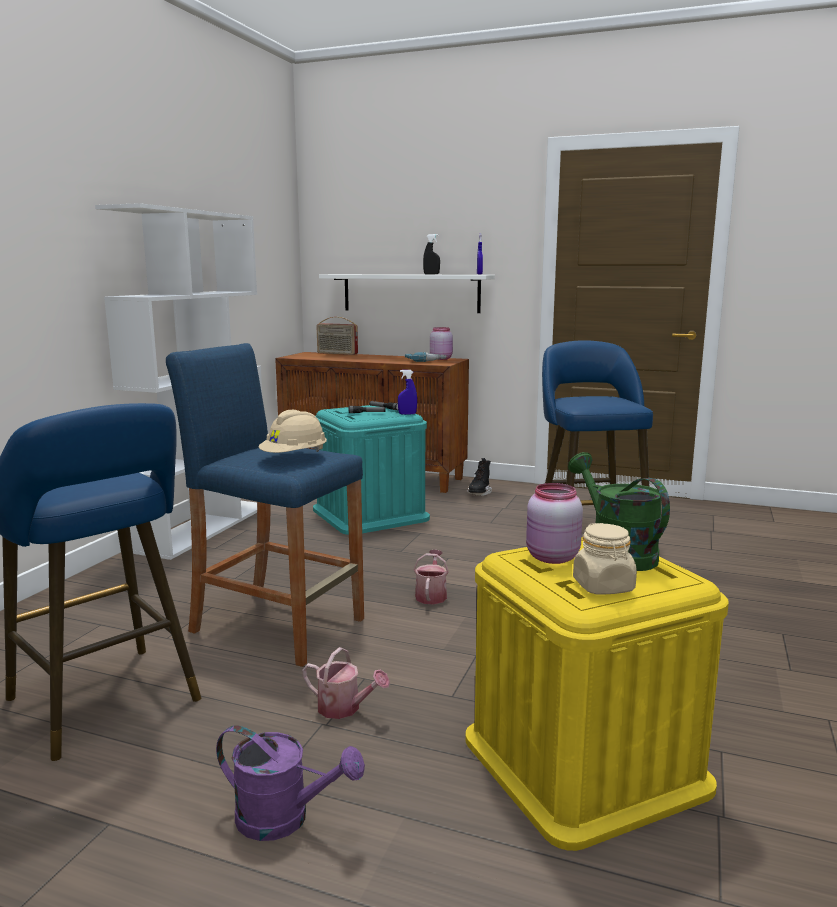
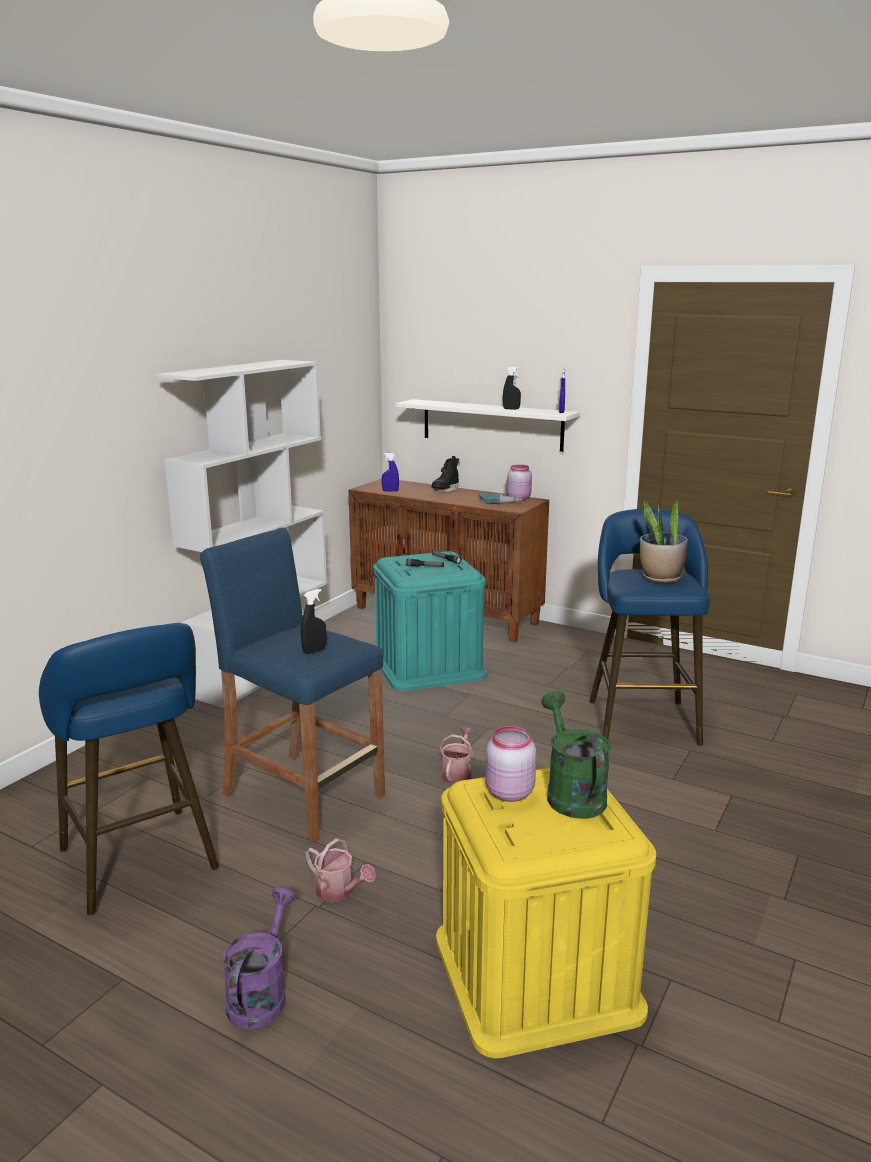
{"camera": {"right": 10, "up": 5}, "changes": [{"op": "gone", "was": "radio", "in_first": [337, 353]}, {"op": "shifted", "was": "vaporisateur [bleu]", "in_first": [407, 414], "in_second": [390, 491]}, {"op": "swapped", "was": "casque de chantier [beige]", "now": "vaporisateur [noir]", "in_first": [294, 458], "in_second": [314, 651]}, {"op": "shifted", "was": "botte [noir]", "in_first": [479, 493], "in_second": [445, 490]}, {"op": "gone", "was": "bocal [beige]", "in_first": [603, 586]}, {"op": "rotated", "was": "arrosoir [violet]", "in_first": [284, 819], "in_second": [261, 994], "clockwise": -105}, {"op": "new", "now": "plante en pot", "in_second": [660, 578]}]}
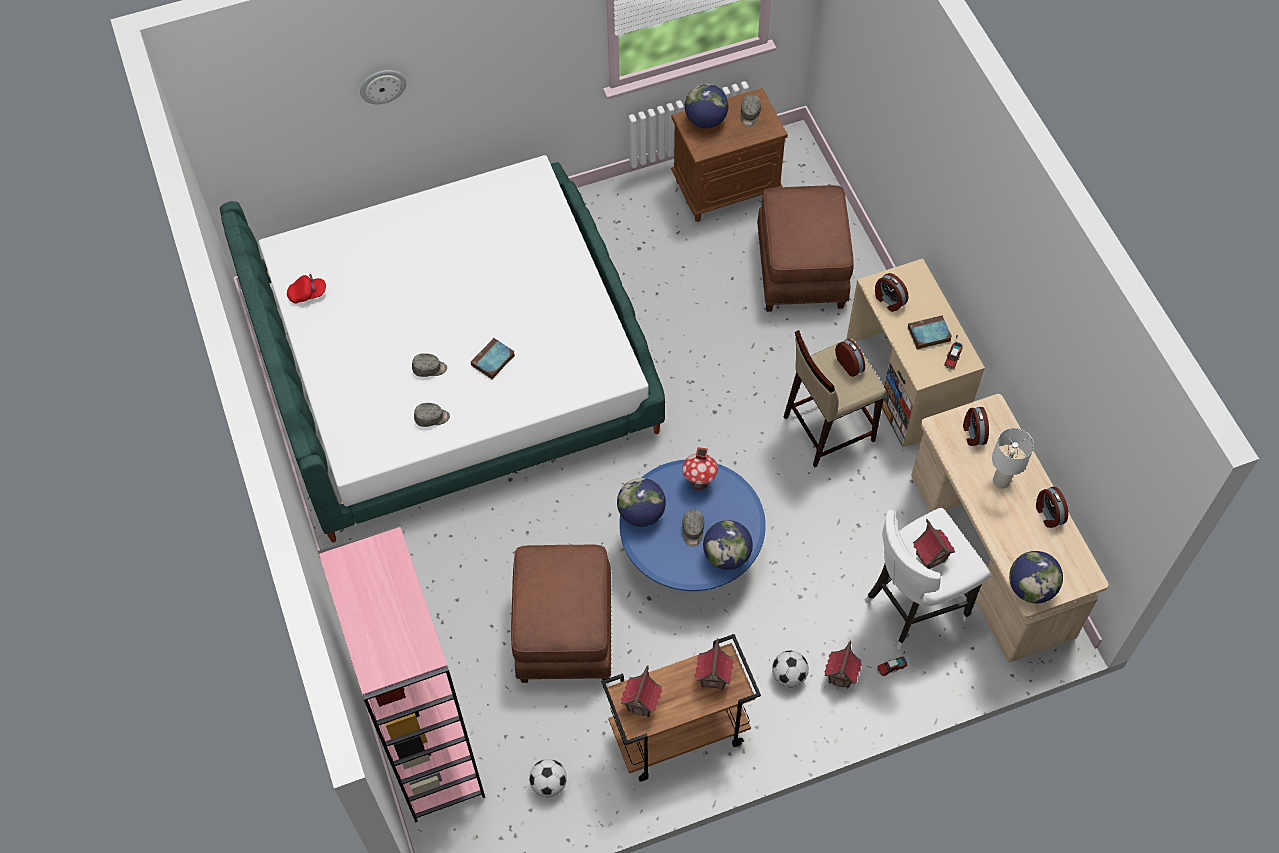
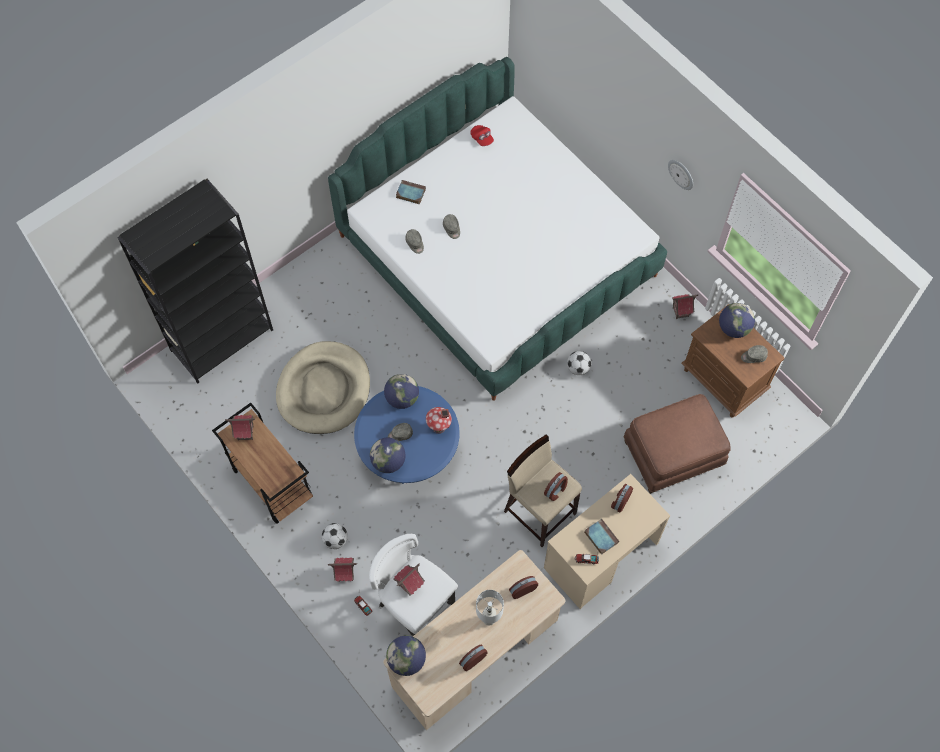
{"camera": {"right": 70, "up": 5}, "changes": [{"op": "shifted", "was": "horloge murale", "in_first": [382, 86], "in_second": [681, 174]}, {"op": "shifted", "was": "livre", "in_first": [492, 361], "in_second": [410, 193]}, {"op": "repainted", "was": "bibliothèque [rose]", "now": "bibliothèque [noir]", "in_first": [428, 744], "in_second": [222, 339]}, {"op": "swapped", "was": "pouf [marron]", "now": "panier pour chien [beige]", "in_first": [563, 629], "in_second": [324, 390]}, {"op": "shifted", "was": "maison miniature", "in_first": [713, 678], "in_second": [680, 312]}, {"op": "shifted", "was": "ballon de foot", "in_first": [549, 784], "in_second": [578, 368]}]}
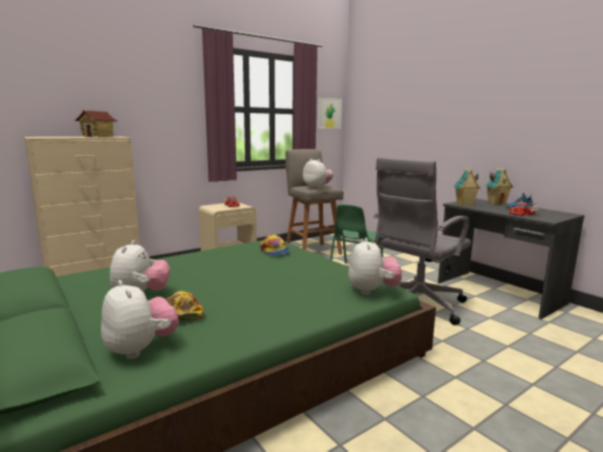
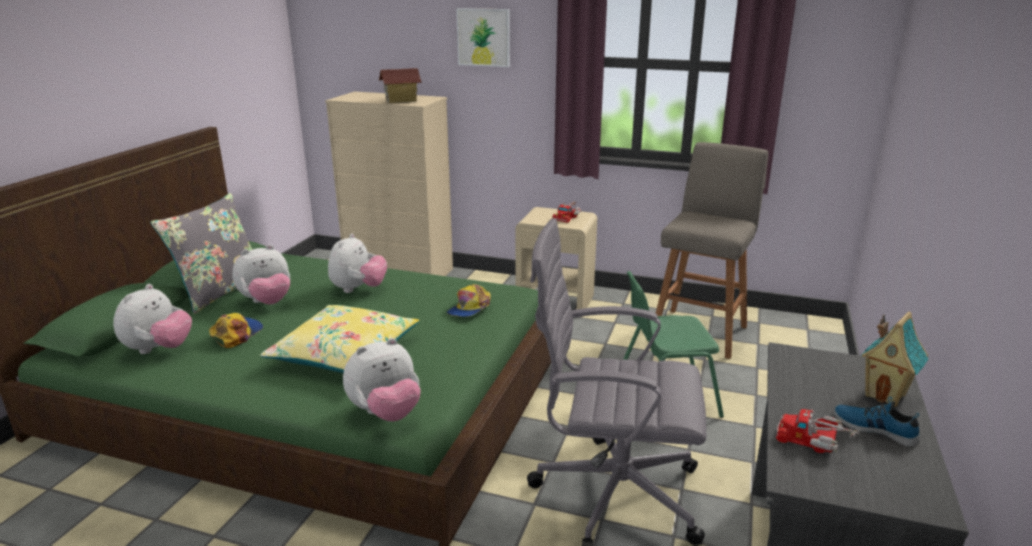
{"camera": {"right": 55, "up": 10}, "changes": [{"op": "shifted", "was": "tableau", "in_first": [329, 113], "in_second": [483, 37]}, {"op": "shifted", "was": "peluche", "in_first": [317, 187], "in_second": [358, 289]}, {"op": "gone", "was": "maison miniature", "in_first": [464, 205]}, {"op": "new", "now": "coussin [gris]", "in_second": [220, 291]}, {"op": "new", "now": "coussin [jaune]", "in_second": [344, 353]}]}
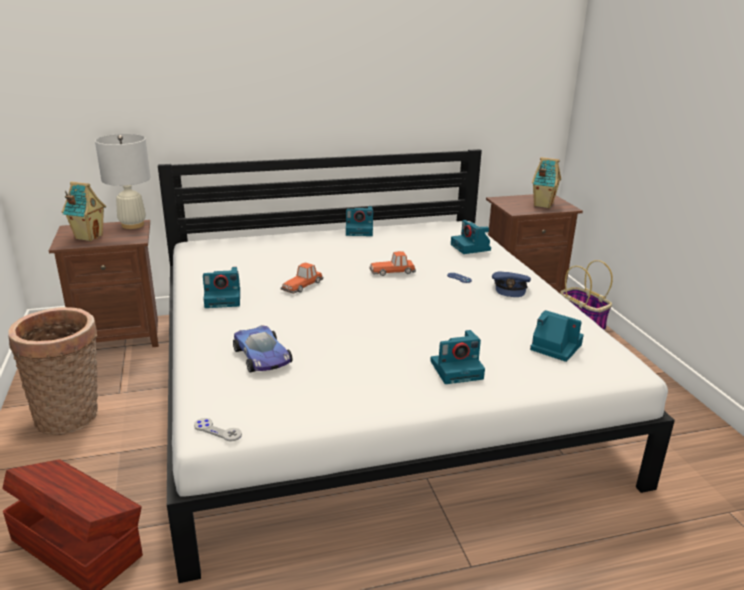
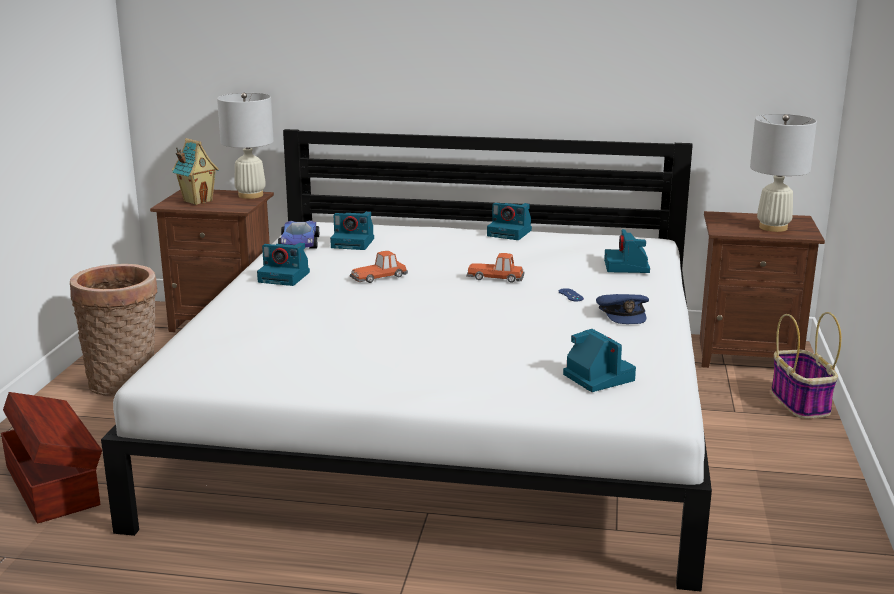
{"camera": {"right": 25, "up": -5}, "changes": [{"op": "swapped", "was": "maison miniature", "now": "lampe de table [blanc]", "in_first": [542, 205], "in_second": [773, 227]}, {"op": "rotated", "was": "casquette [bleu]", "in_first": [510, 288], "in_second": [623, 314], "clockwise": -45}, {"op": "shifted", "was": "petite voiture", "in_first": [262, 356], "in_second": [299, 243]}, {"op": "shifted", "was": "appareil photo", "in_first": [457, 369], "in_second": [354, 243]}, {"op": "gone", "was": "manette [gris]", "in_first": [217, 431]}]}
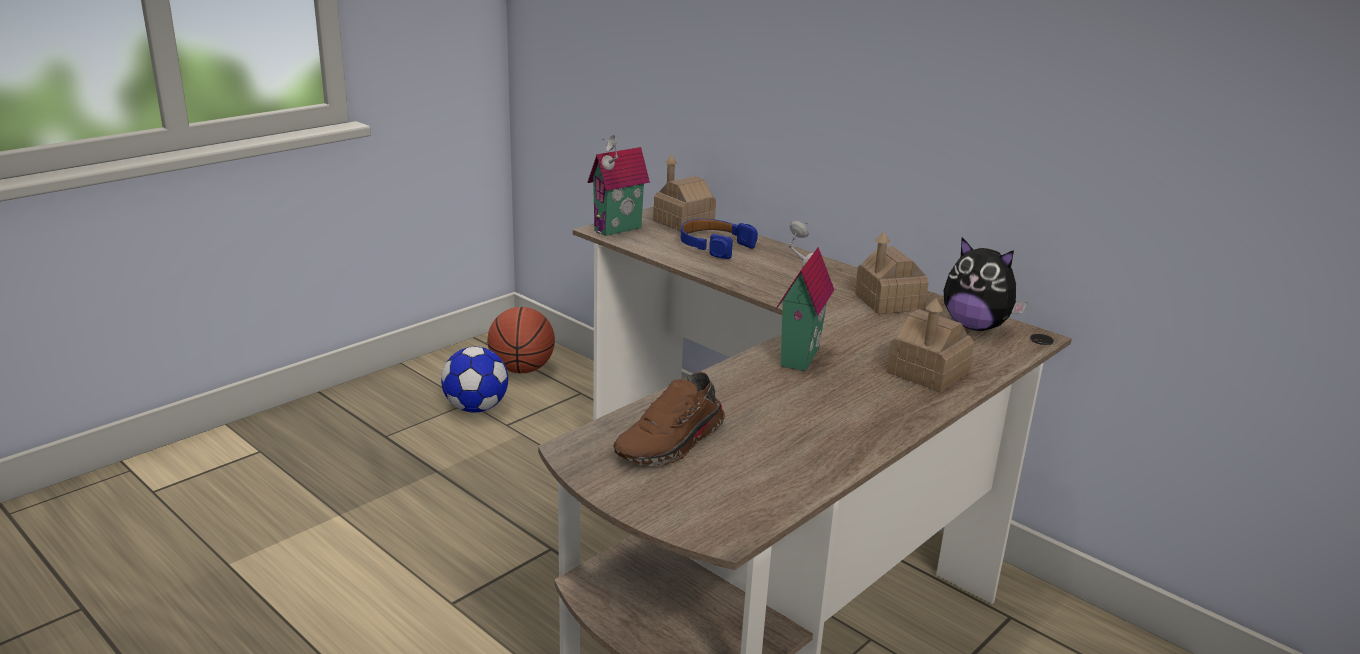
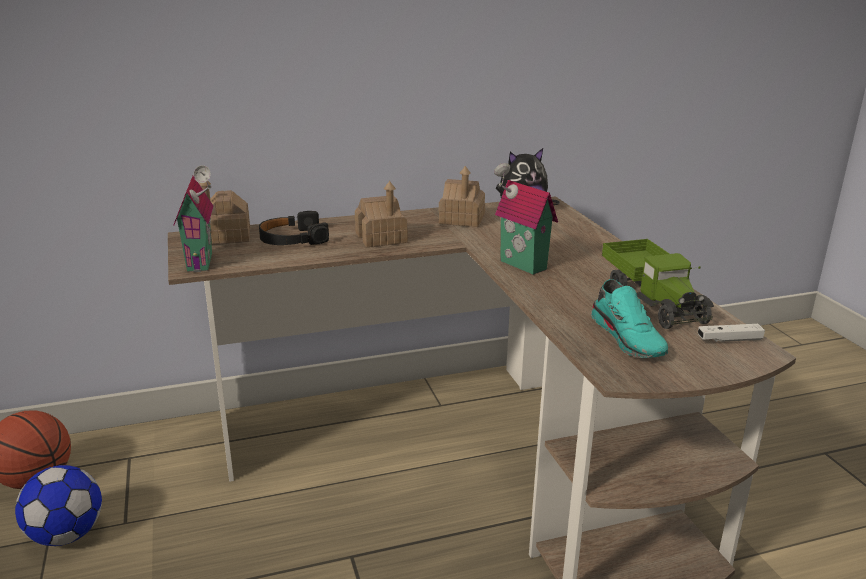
{"camera": {"right": -60, "up": 0}, "changes": [{"op": "repainted", "was": "casque audio [bleu]", "now": "casque audio [noir]", "in_first": [714, 246], "in_second": [292, 239]}, {"op": "shifted", "was": "maison miniature", "in_first": [928, 373], "in_second": [381, 238]}, {"op": "repainted", "was": "chaussure [marron]", "now": "chaussure [turquoise]", "in_first": [672, 443], "in_second": [629, 338]}, {"op": "new", "now": "camion jouet", "in_second": [653, 300]}, {"op": "new", "now": "manette [blanc]", "in_second": [729, 339]}]}
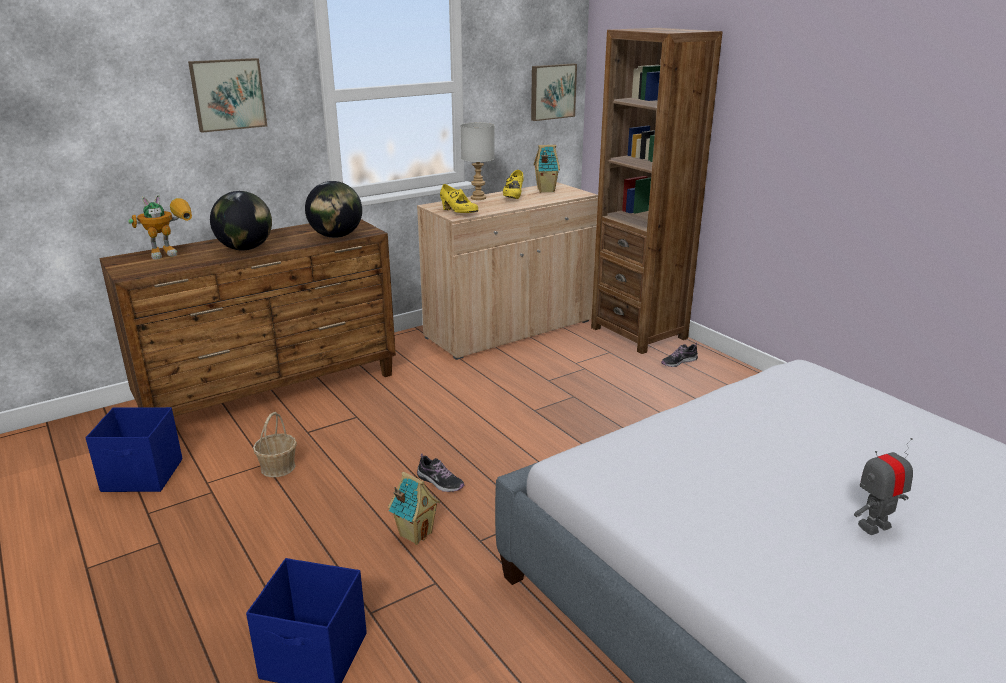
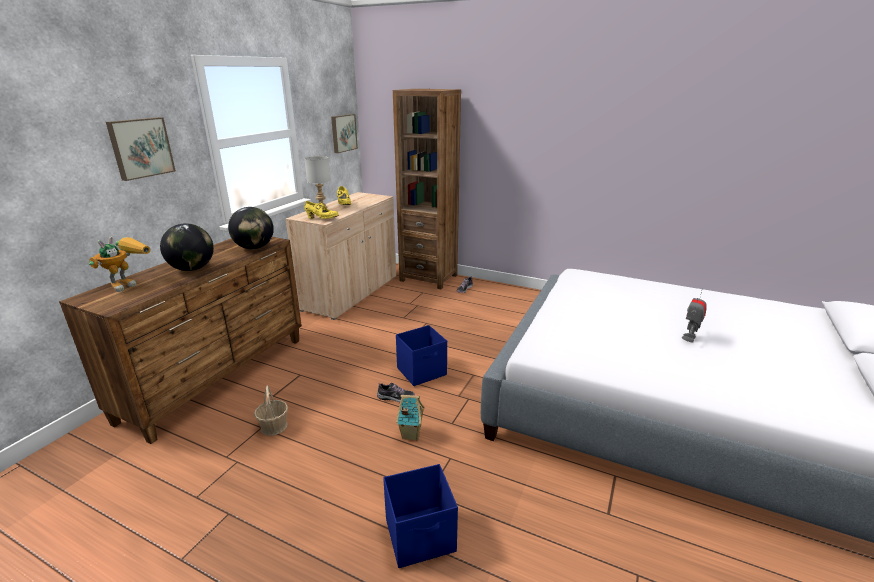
{"camera": {"right": -30, "up": 0}, "changes": [{"op": "gone", "was": "maison miniature", "in_first": [545, 190]}, {"op": "shifted", "was": "boîte de rangement [bleu]", "in_first": [143, 476], "in_second": [422, 371]}]}
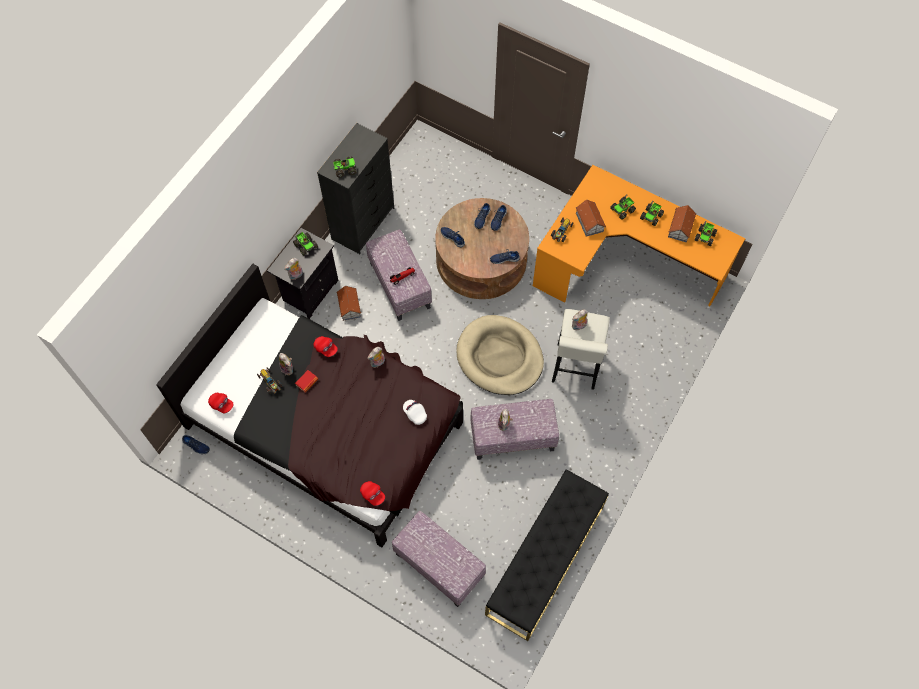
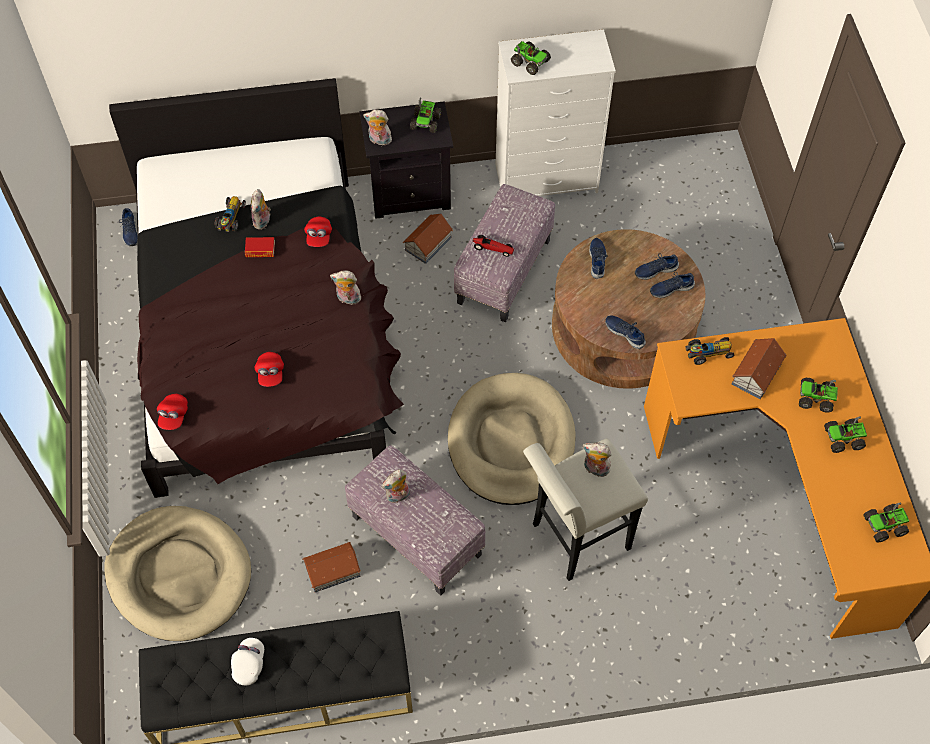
{"camera": {"right": 50, "up": -5}, "changes": [{"op": "repainted", "was": "commode [noir]", "now": "commode [blanc]", "in_first": [363, 223], "in_second": [547, 178]}, {"op": "shifted", "was": "maison miniature", "in_first": [681, 227], "in_second": [333, 570]}, {"op": "shifted", "was": "casquette [rouge]", "in_first": [221, 405], "in_second": [270, 373]}, {"op": "shifted", "was": "casquette [blanc]", "in_first": [415, 414], "in_second": [249, 664]}, {"op": "swapped", "was": "pouf", "now": "panier pour chien [beige]", "in_first": [438, 565], "in_second": [179, 575]}]}
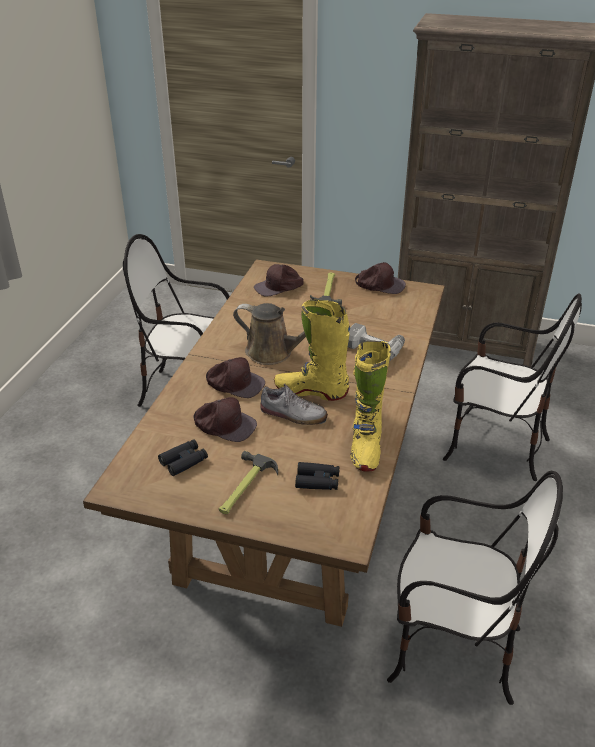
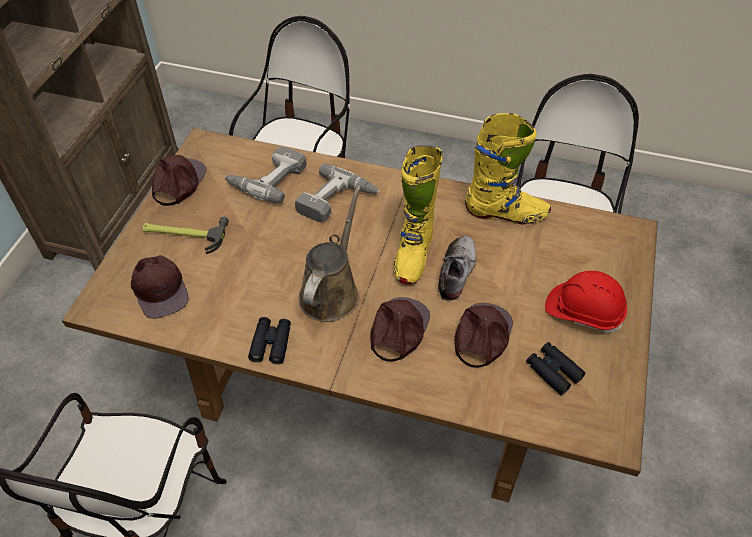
{"camera": {"right": -90, "up": 15}, "changes": [{"op": "swapped", "was": "marteau", "now": "casque de chantier [rouge]", "in_first": [244, 487], "in_second": [583, 311]}, {"op": "shifted", "was": "jumelles [noir]", "in_first": [317, 481], "in_second": [271, 343]}, {"op": "new", "now": "perceuse", "in_second": [267, 178]}]}
